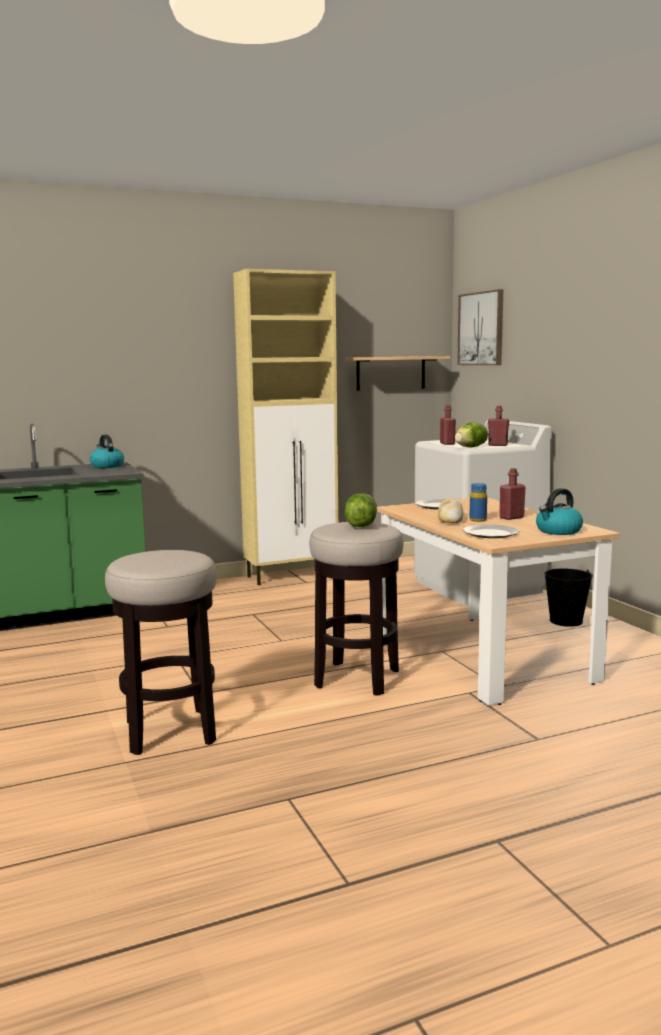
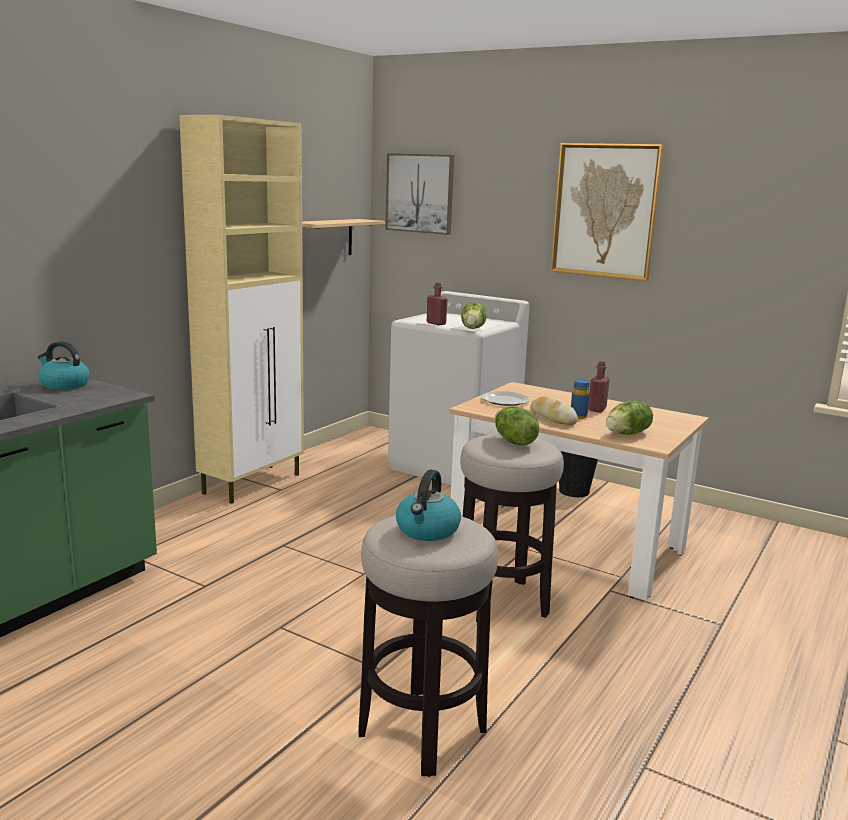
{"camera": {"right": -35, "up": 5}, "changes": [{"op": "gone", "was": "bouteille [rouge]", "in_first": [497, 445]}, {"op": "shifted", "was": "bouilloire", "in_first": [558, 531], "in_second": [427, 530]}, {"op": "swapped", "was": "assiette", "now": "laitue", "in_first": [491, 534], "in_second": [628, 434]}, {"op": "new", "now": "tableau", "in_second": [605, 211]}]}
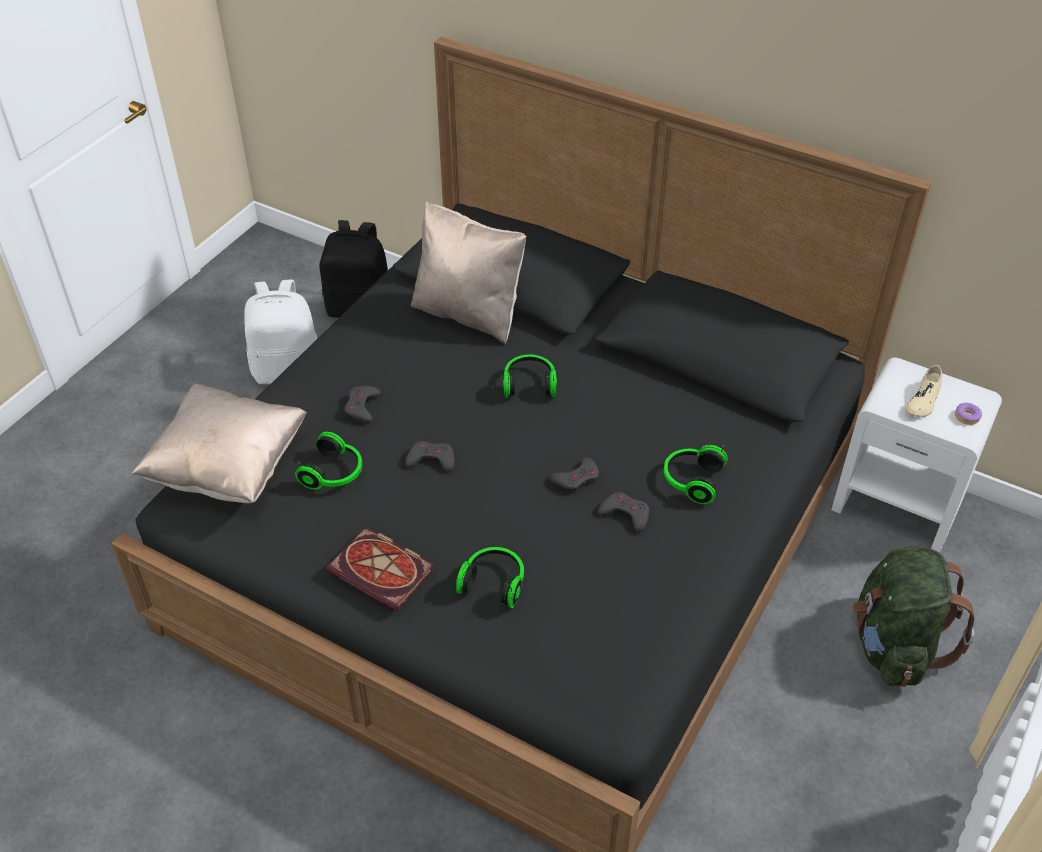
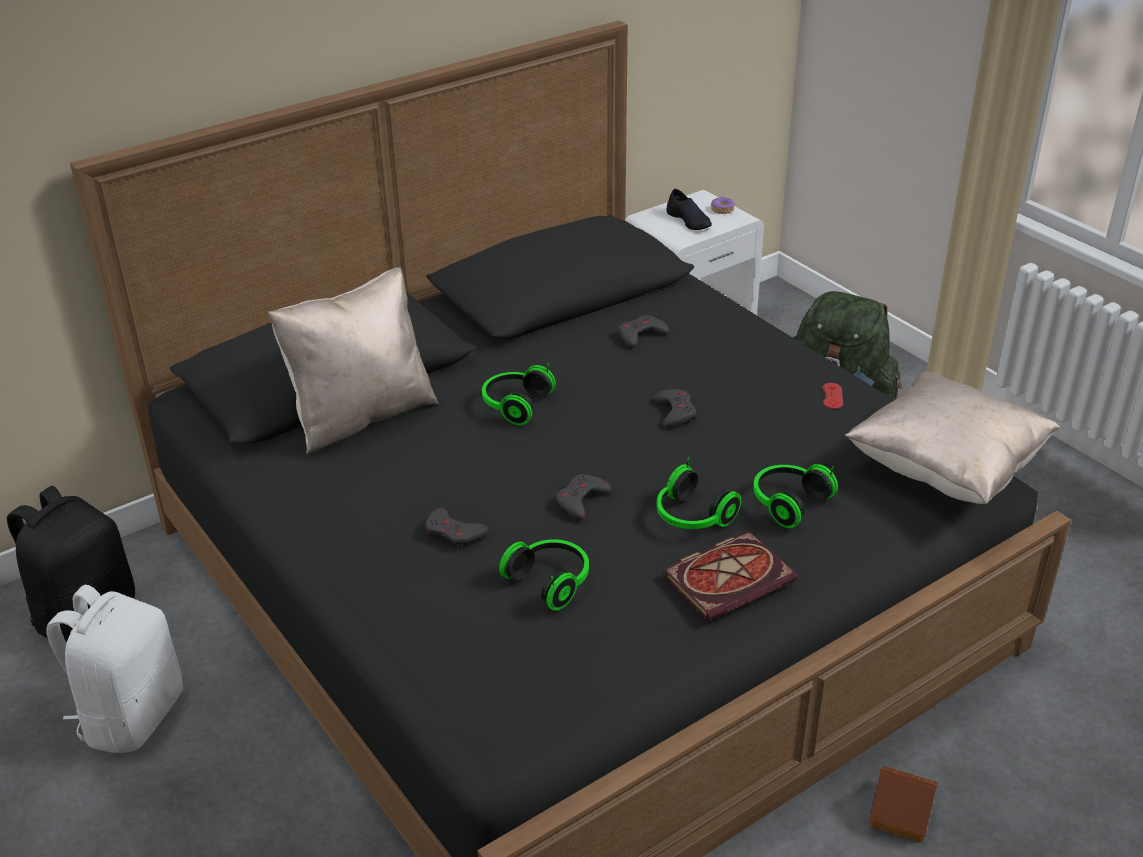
{"camera": {"right": -65, "up": -10}, "changes": [{"op": "repainted", "was": "chaussure [beige]", "now": "chaussure [noir]", "in_first": [923, 400], "in_second": [689, 220]}, {"op": "shifted", "was": "coussin [beige]", "in_first": [228, 467], "in_second": [945, 470]}, {"op": "shifted", "was": "casque audio", "in_first": [691, 480], "in_second": [691, 517]}, {"op": "shifted", "was": "manette [gris]", "in_first": [625, 514], "in_second": [640, 335]}, {"op": "new", "now": "manette [rouge]", "in_second": [832, 396]}, {"op": "new", "now": "maison miniature", "in_second": [902, 813]}]}
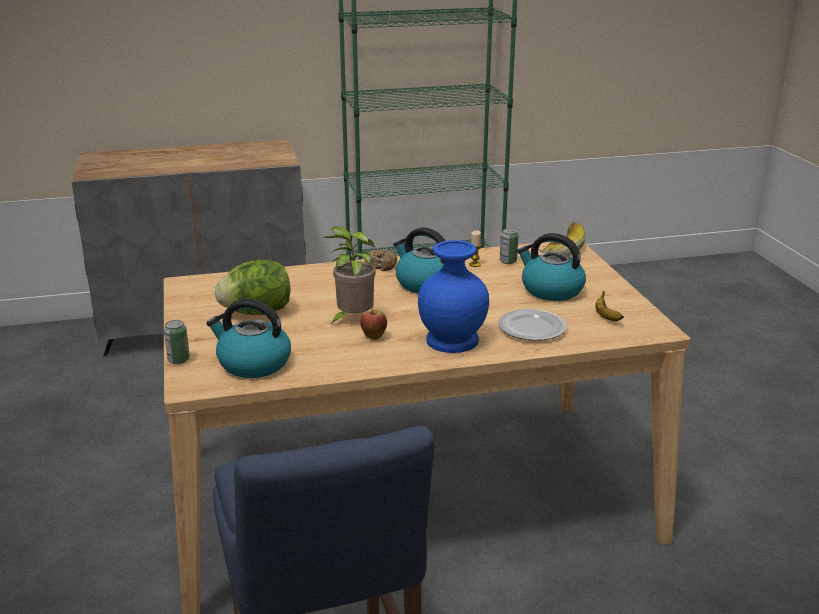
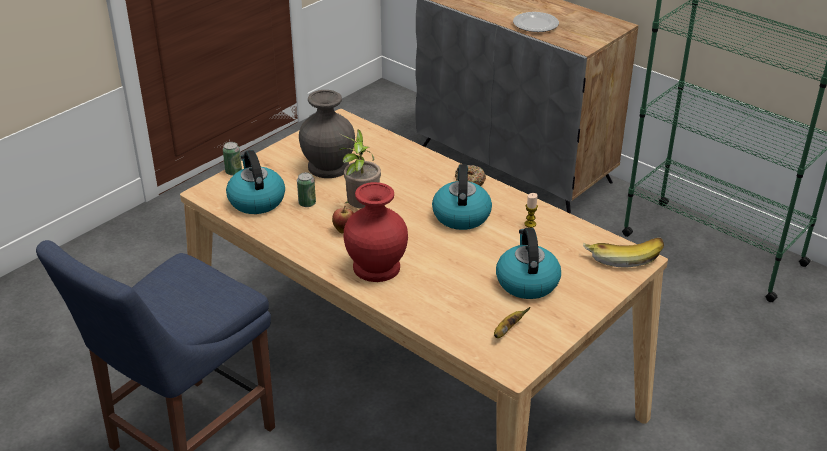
{"camera": {"right": 55, "up": 10}, "changes": [{"op": "shifted", "was": "boîte métallique", "in_first": [508, 261], "in_second": [307, 203]}, {"op": "repainted", "was": "vase [bleu]", "now": "vase [rouge]", "in_first": [450, 340], "in_second": [375, 266]}, {"op": "swapped", "was": "laitue", "now": "vase [gris]", "in_first": [257, 312], "in_second": [329, 167]}, {"op": "shifted", "was": "assiette", "in_first": [532, 329], "in_second": [535, 25]}]}
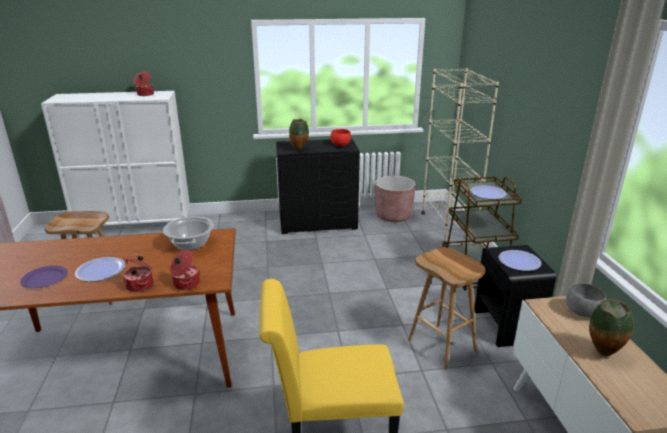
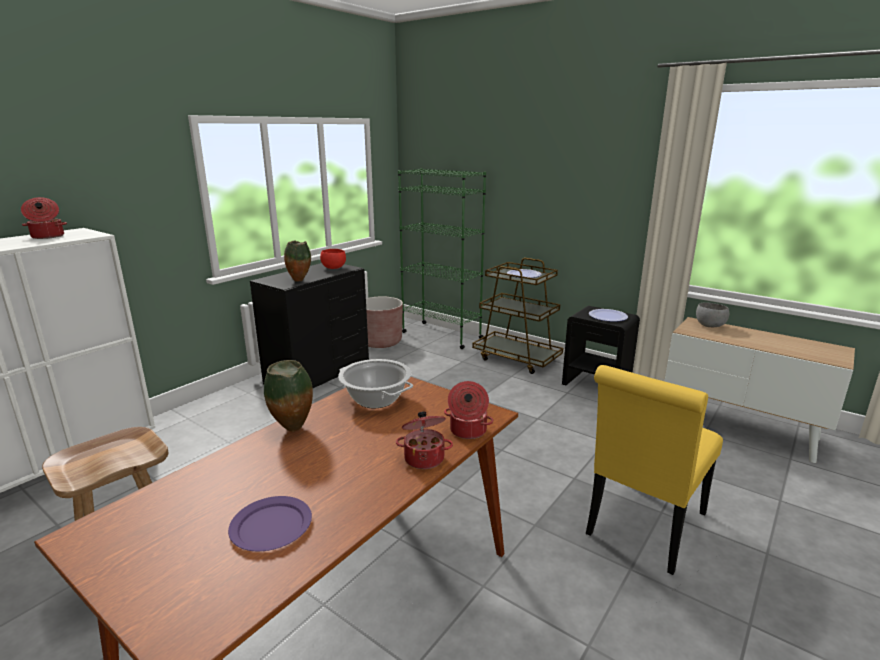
{"camera": {"right": -45, "up": -5}, "changes": [{"op": "repainted", "was": "bibliothèque [beige]", "now": "bibliothèque [vert]", "in_first": [447, 227], "in_second": [441, 335]}, {"op": "gone", "was": "tabouret [marron]", "in_first": [443, 346]}, {"op": "gone", "was": "assiette", "in_first": [101, 270]}, {"op": "shifted", "was": "vase", "in_first": [603, 354], "in_second": [293, 430]}]}
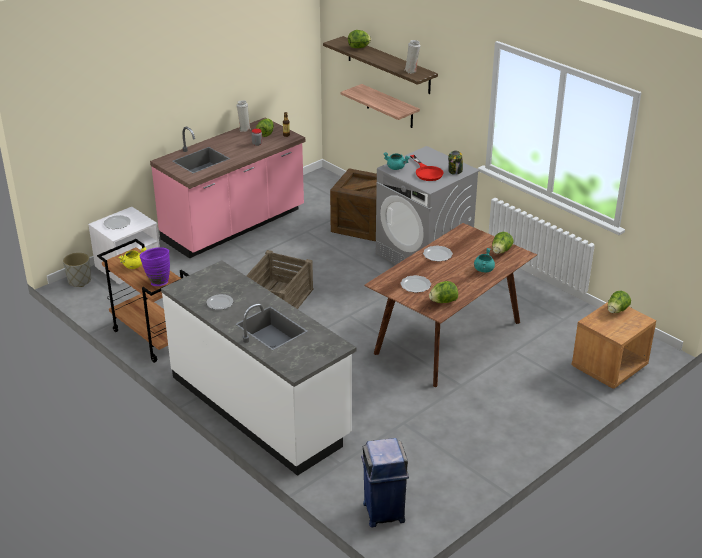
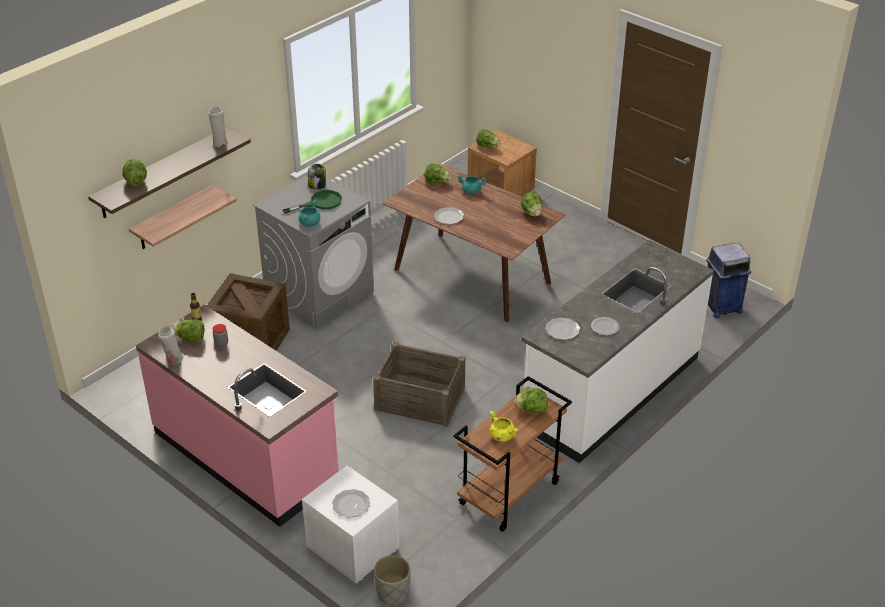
{"camera": {"right": -95, "up": 5}, "changes": [{"op": "repainted", "was": "poêle [rouge]", "now": "poêle [vert]", "in_first": [427, 172], "in_second": [320, 203]}, {"op": "swapped", "was": "vase [violet]", "now": "laitue", "in_first": [157, 281], "in_second": [531, 410]}, {"op": "shifted", "was": "assiette", "in_first": [416, 285], "in_second": [562, 329]}]}
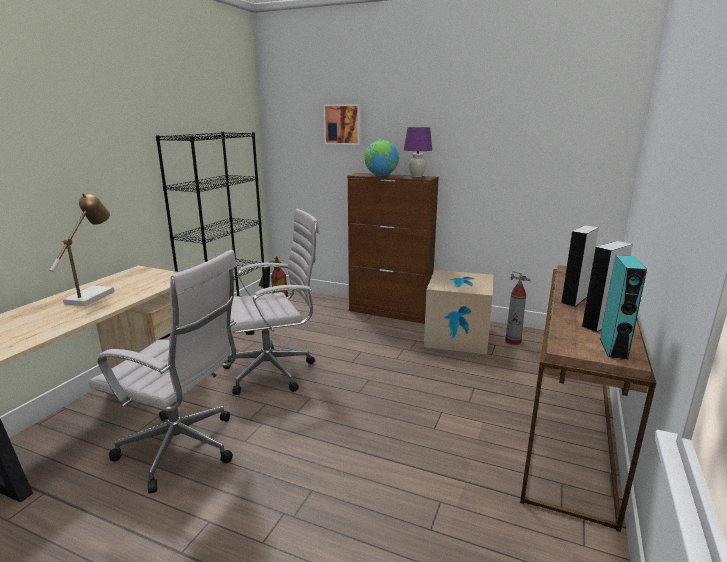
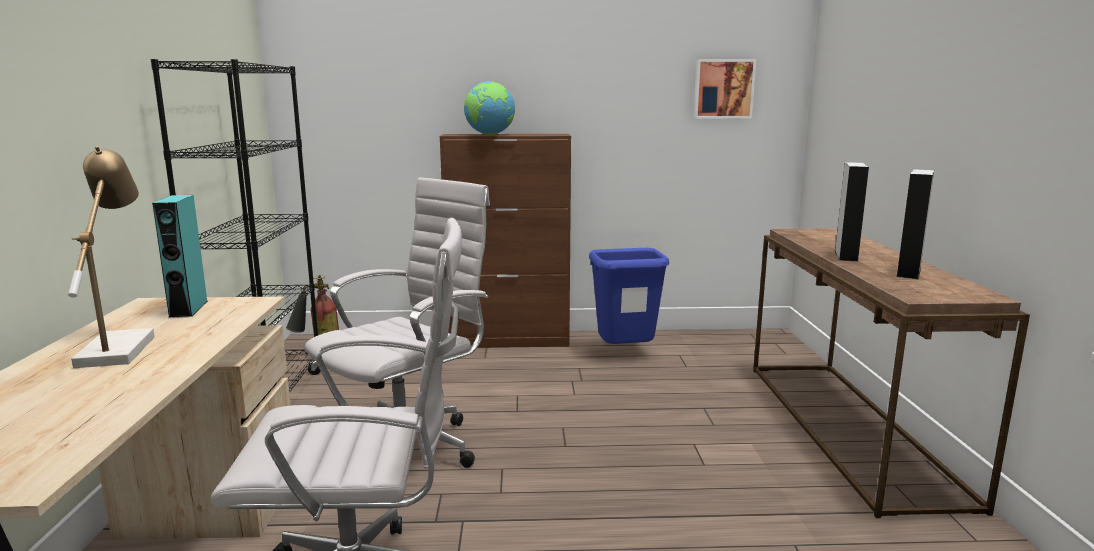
{"camera": {"right": -25, "up": -5}, "changes": [{"op": "shifted", "was": "tableau", "in_first": [343, 124], "in_second": [723, 89]}, {"op": "gone", "was": "lampe de table [violet]", "in_first": [417, 176]}, {"op": "shifted", "was": "enceinte [turquoise]", "in_first": [613, 348], "in_second": [188, 309]}, {"op": "swapped", "was": "carton", "now": "poubelle [bleu]", "in_first": [457, 337], "in_second": [626, 354]}, {"op": "gone", "was": "extincteur", "in_first": [513, 341]}]}
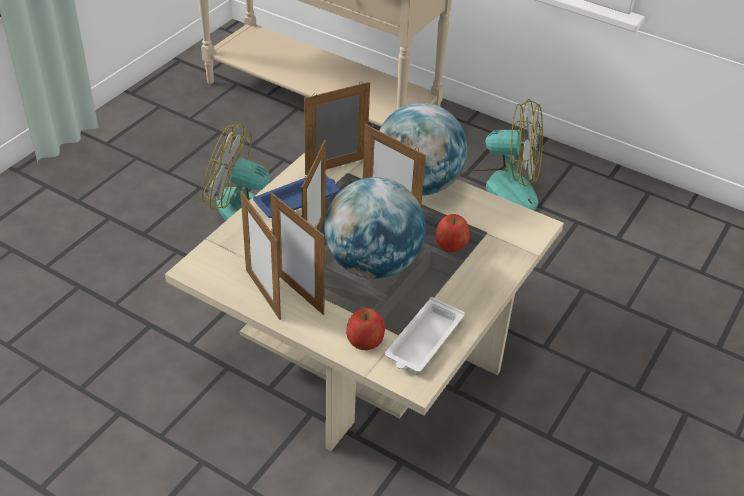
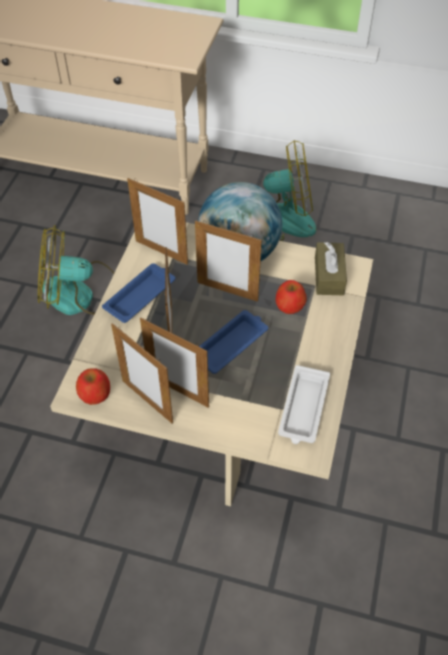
{"camera": {"right": -15, "up": 10}, "changes": [{"op": "rotated", "was": "cadre photo", "in_first": [336, 166], "in_second": [161, 252], "clockwise": -105}, {"op": "swapped", "was": "globe", "now": "plateau [bleu]", "in_first": [372, 264], "in_second": [231, 344]}, {"op": "shifted", "was": "pomme", "in_first": [365, 339], "in_second": [95, 393]}, {"op": "new", "now": "boîte à mouchoirs [marron]", "in_second": [329, 276]}]}
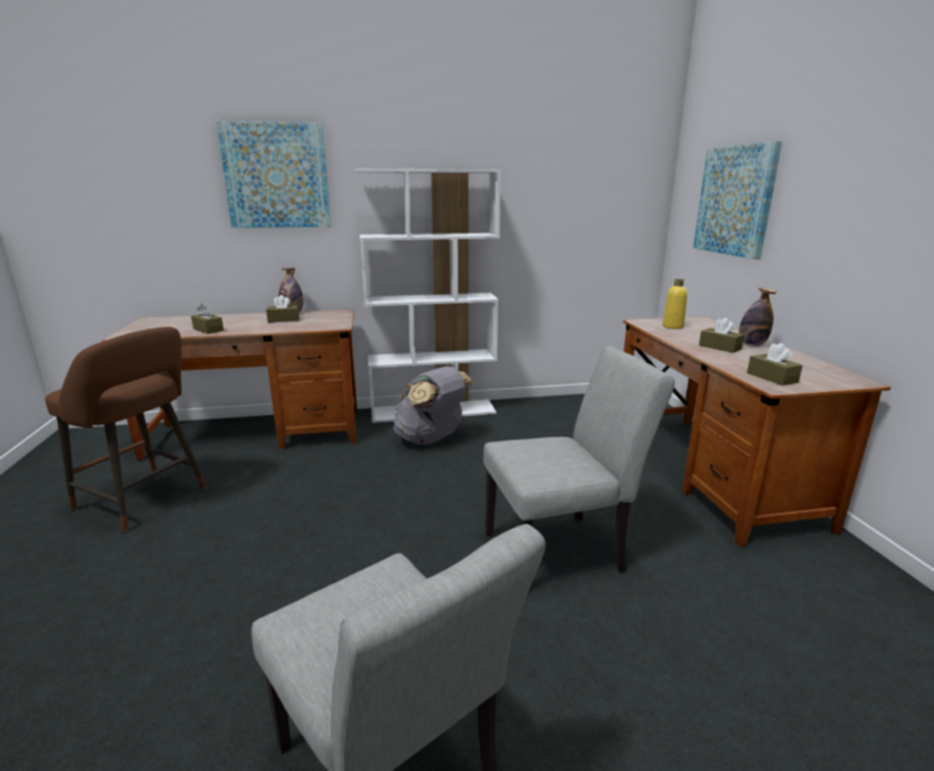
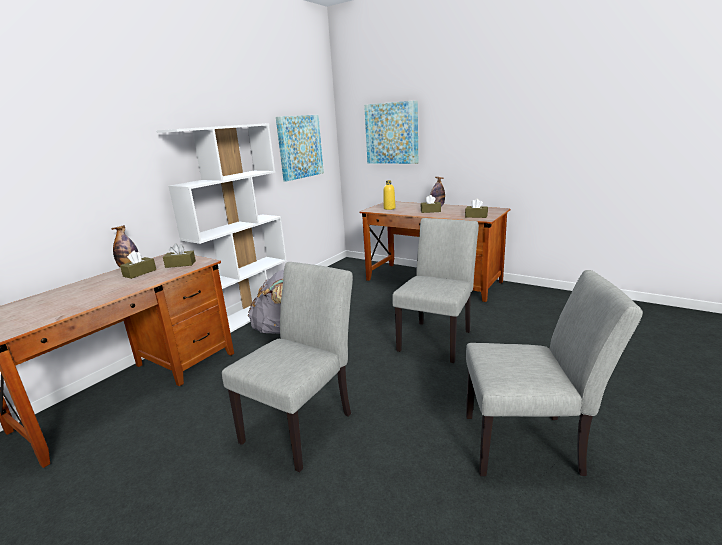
{"camera": {"right": -45, "up": 0}, "changes": [{"op": "shifted", "was": "tableau", "in_first": [276, 176], "in_second": [300, 147]}, {"op": "shifted", "was": "boîte à mouchoirs [marron]", "in_first": [208, 330], "in_second": [180, 264]}, {"op": "gone", "was": "tabouret [marron]", "in_first": [146, 500]}, {"op": "new", "now": "chaise [gris]", "in_second": [303, 423]}]}
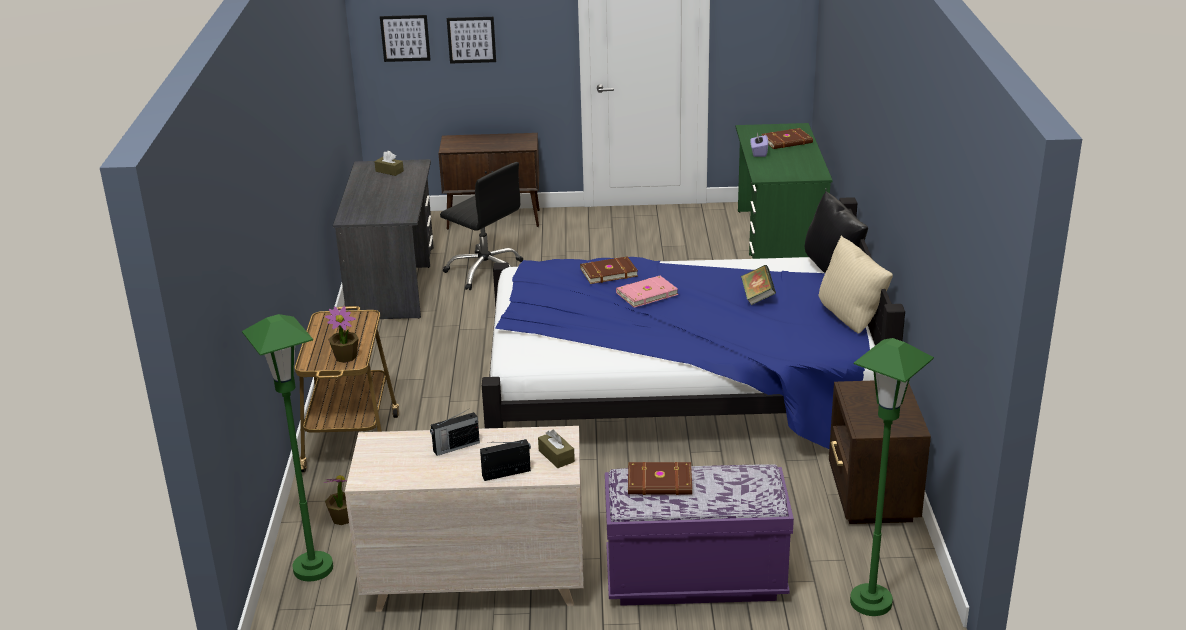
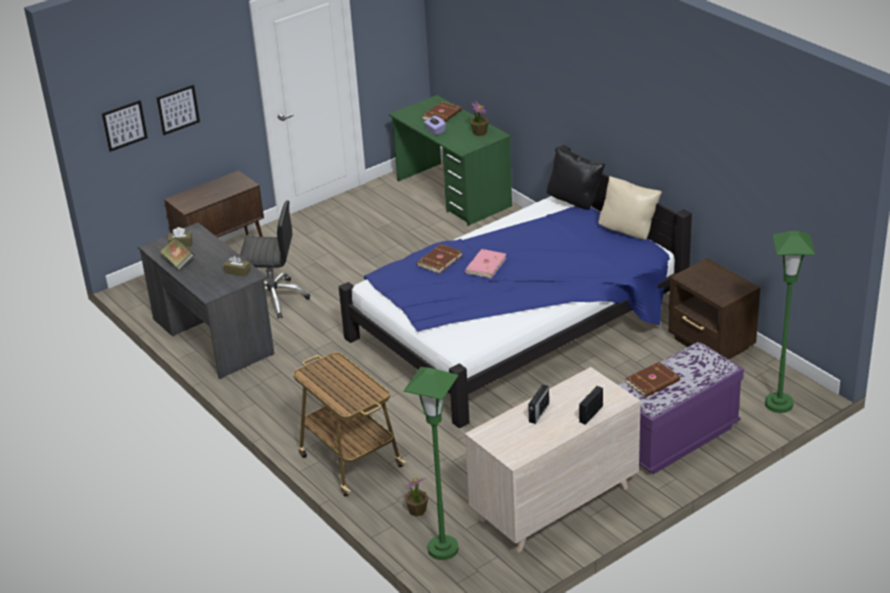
{"camera": {"right": -35, "up": 5}, "changes": [{"op": "shifted", "was": "livre", "in_first": [757, 296], "in_second": [178, 262]}, {"op": "shifted", "was": "plante en pot", "in_first": [345, 357], "in_second": [479, 133]}, {"op": "shifted", "was": "boîte à mouchoirs [marron]", "in_first": [556, 456], "in_second": [237, 271]}]}
